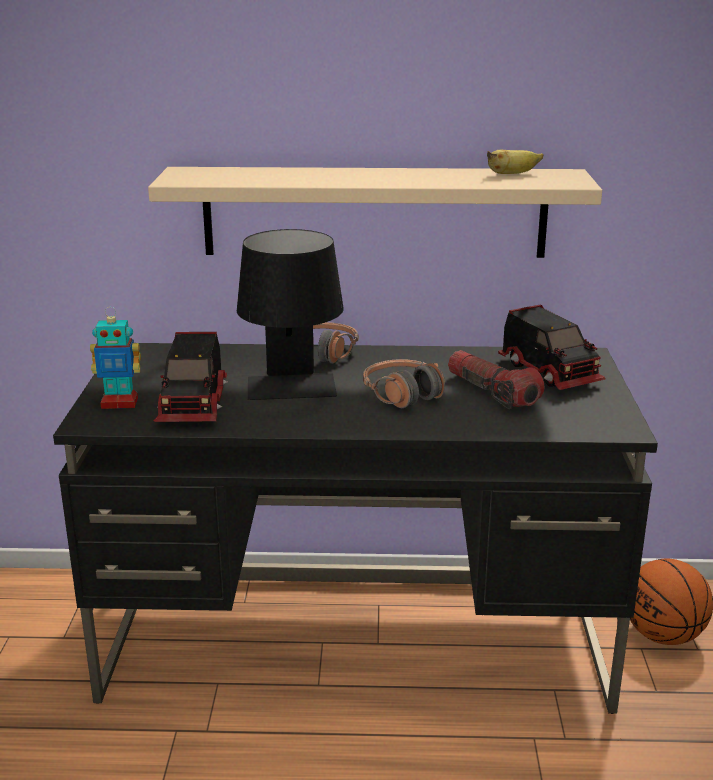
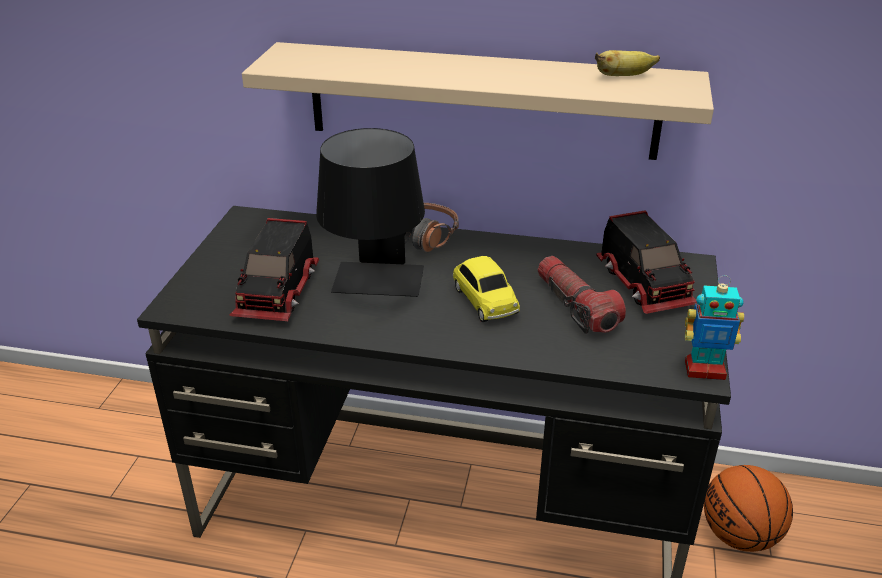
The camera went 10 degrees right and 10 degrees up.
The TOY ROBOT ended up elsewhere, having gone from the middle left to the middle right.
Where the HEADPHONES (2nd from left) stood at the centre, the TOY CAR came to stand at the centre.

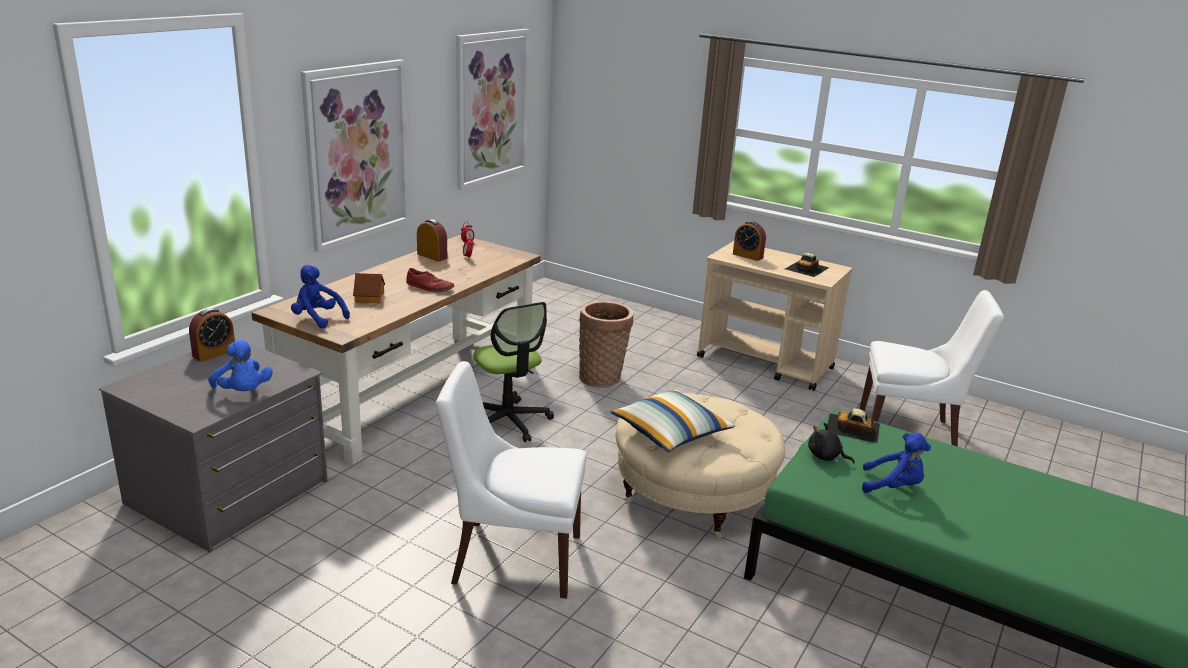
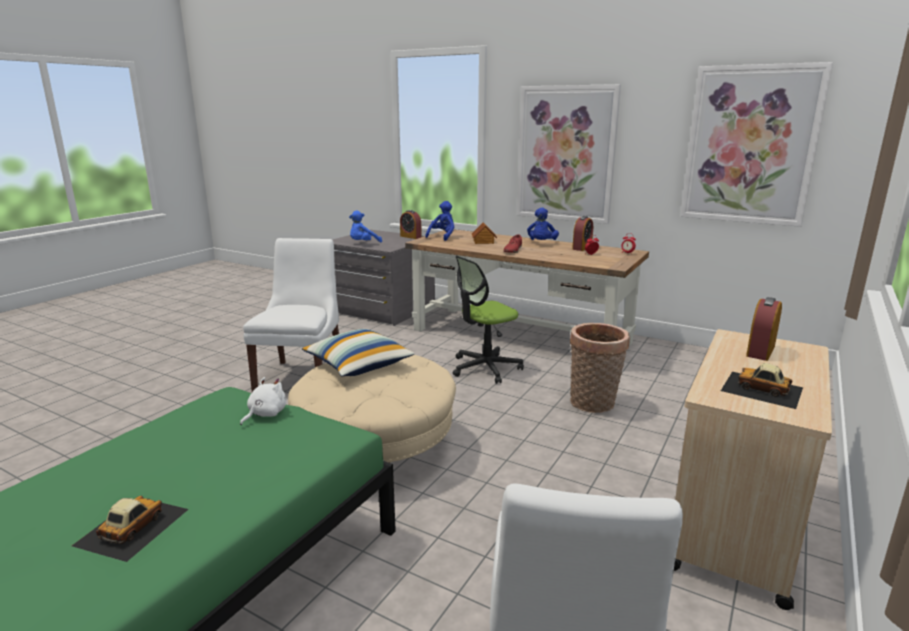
The camera went 90 degrees right and 5 degrees down.
The TOY CAR (2nd from left in the first image) ended up elsewhere, having gone from the middle right to the bottom left.
The BLUE PLUSH TOY (3rd from left) ended up elsewhere, having gone from the bottom right to the centre.
What was the BLACK PLUSH TOY at the middle right turned into the WHITE PLUSH TOY at the middle left.

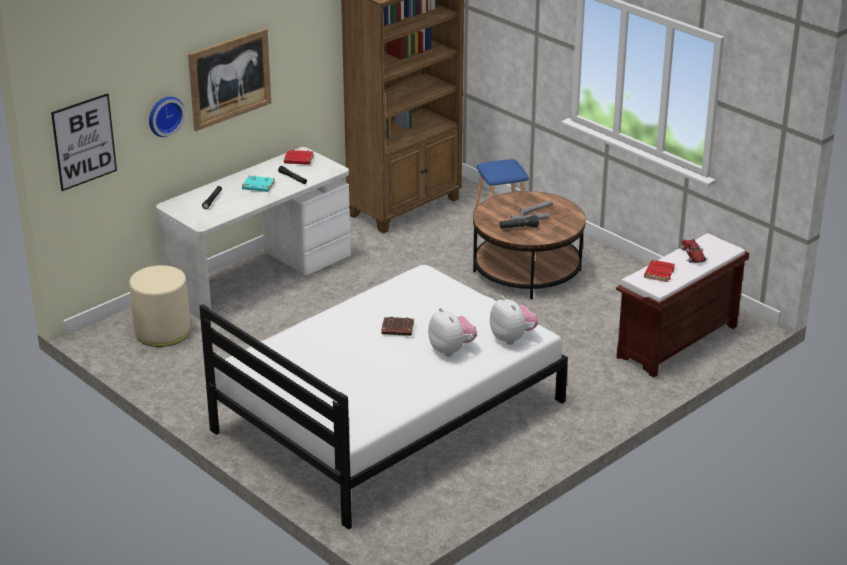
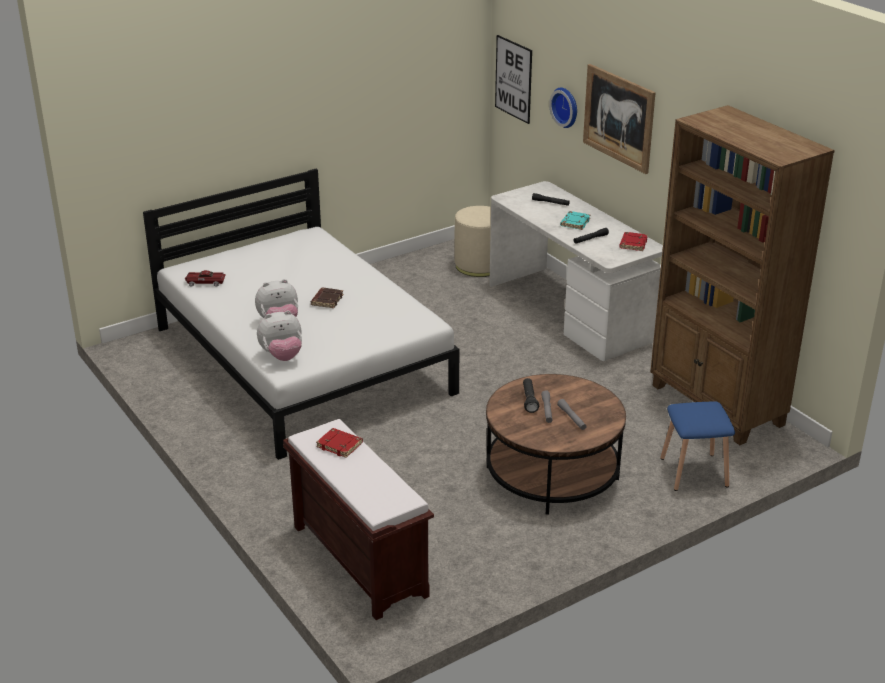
The camera went 100 degrees right and 0 degrees up.
The TOY CAR ended up elsewhere, having gone from the middle right to the middle left.

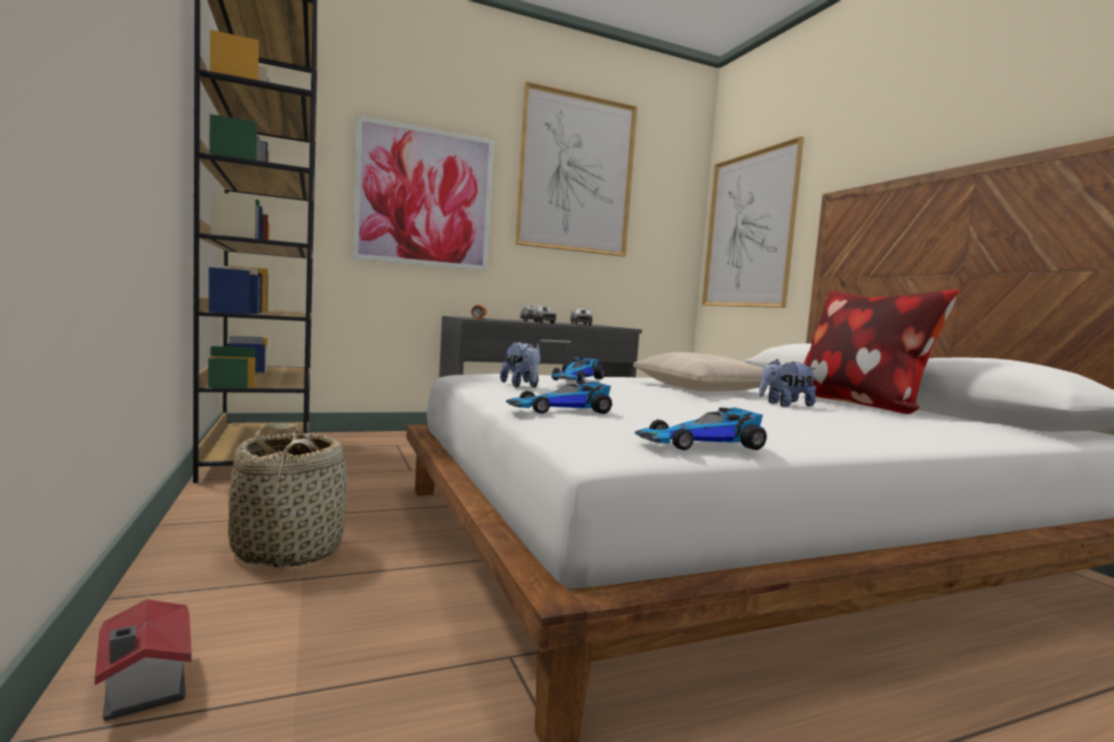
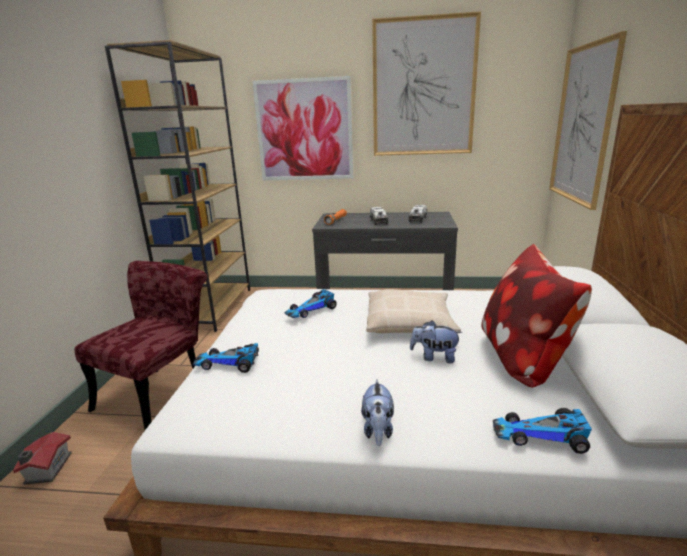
The camera went 30 degrees right and 15 degrees up.
The PLUSH TOY (1st from left) ended up elsewhere, having gone from the centre to the bottom centre.
The TOY CAR (3rd from left) ended up elsewhere, having gone from the centre to the bottom right.
Where the BASKET stood at the bottom left, the RED CHAIR came to stand at the middle left.

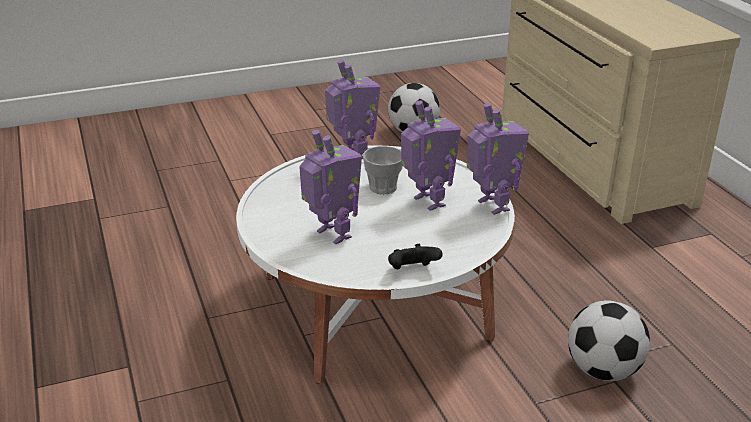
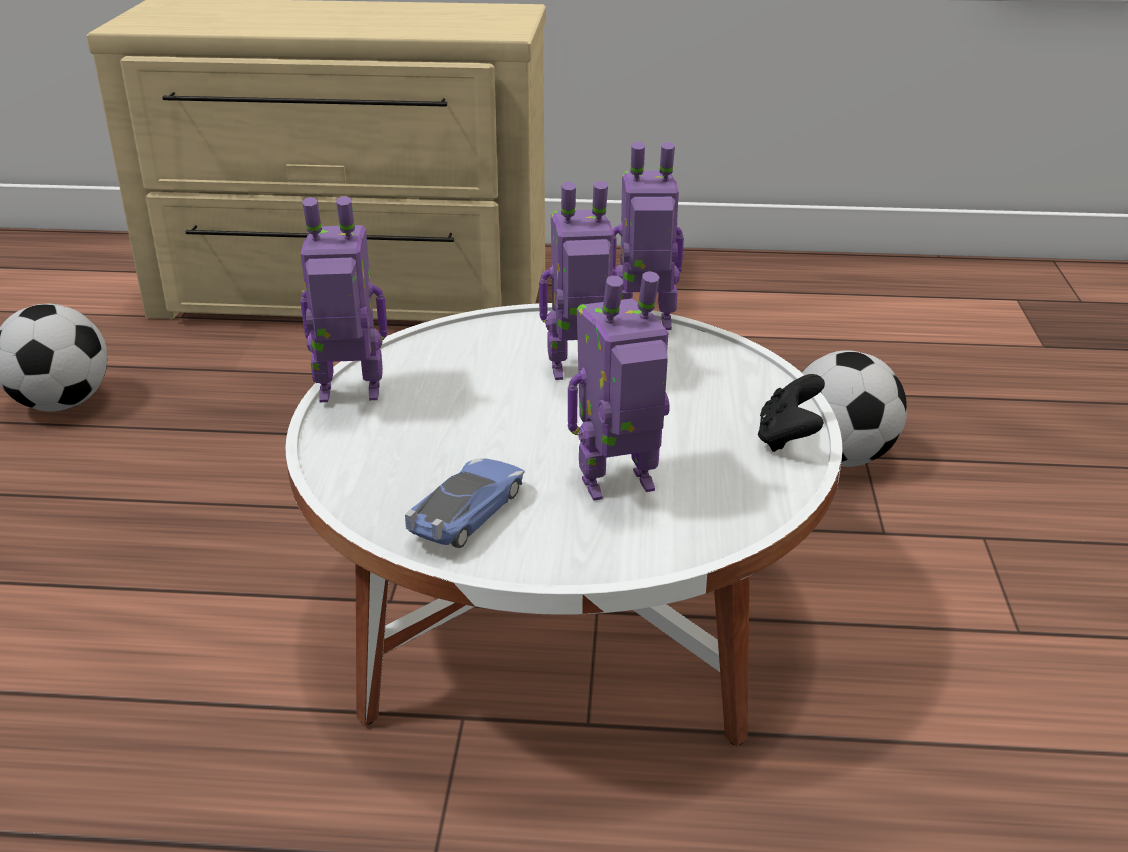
The camera went 65 degrees left and 0 degrees up.
The second view lost the CUP at the centre.
The second view gained the TOY CAR at the centre.

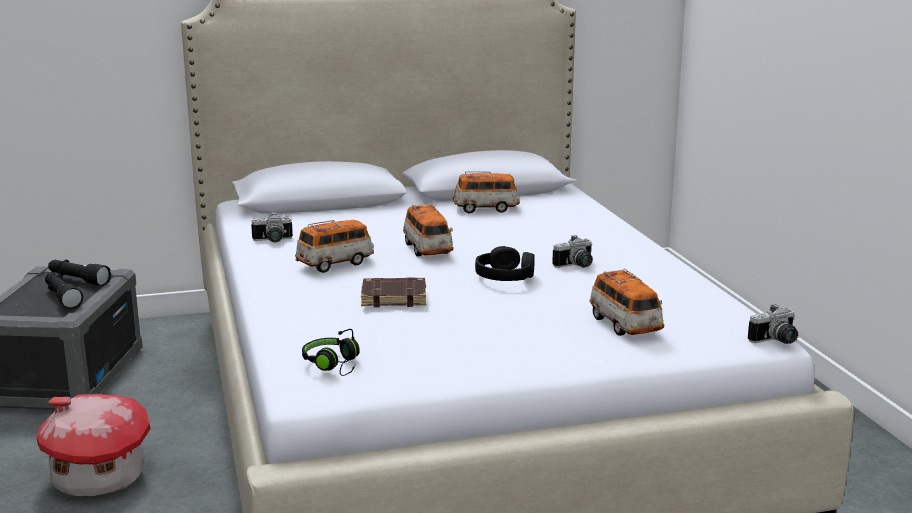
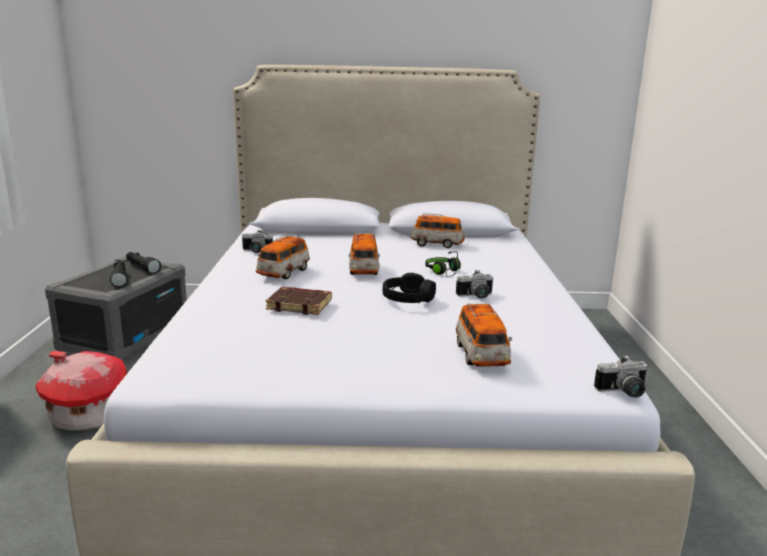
The camera went 15 degrees right and 0 degrees up.
The BLACK HEADPHONES (1st from left in the first image) ended up elsewhere, having gone from the bottom centre to the centre.
The TOY CAR (1st from left) at the centre ended up facing another way, 135 degrees clockwise from before.

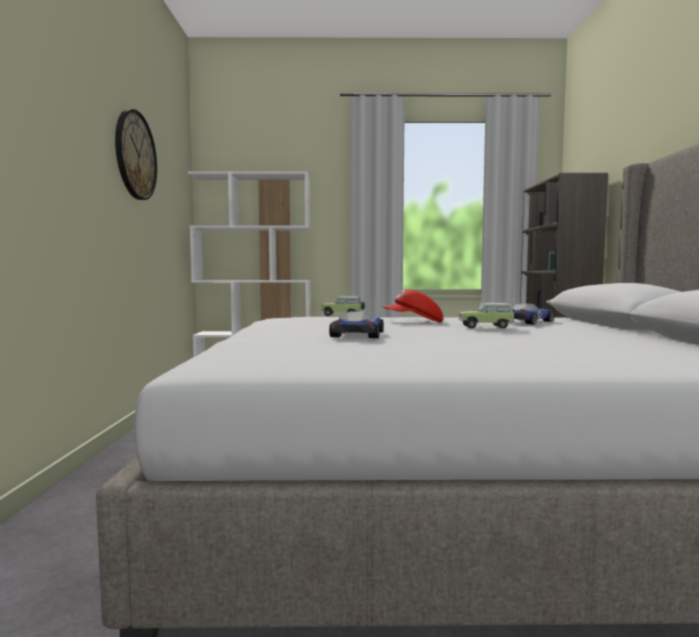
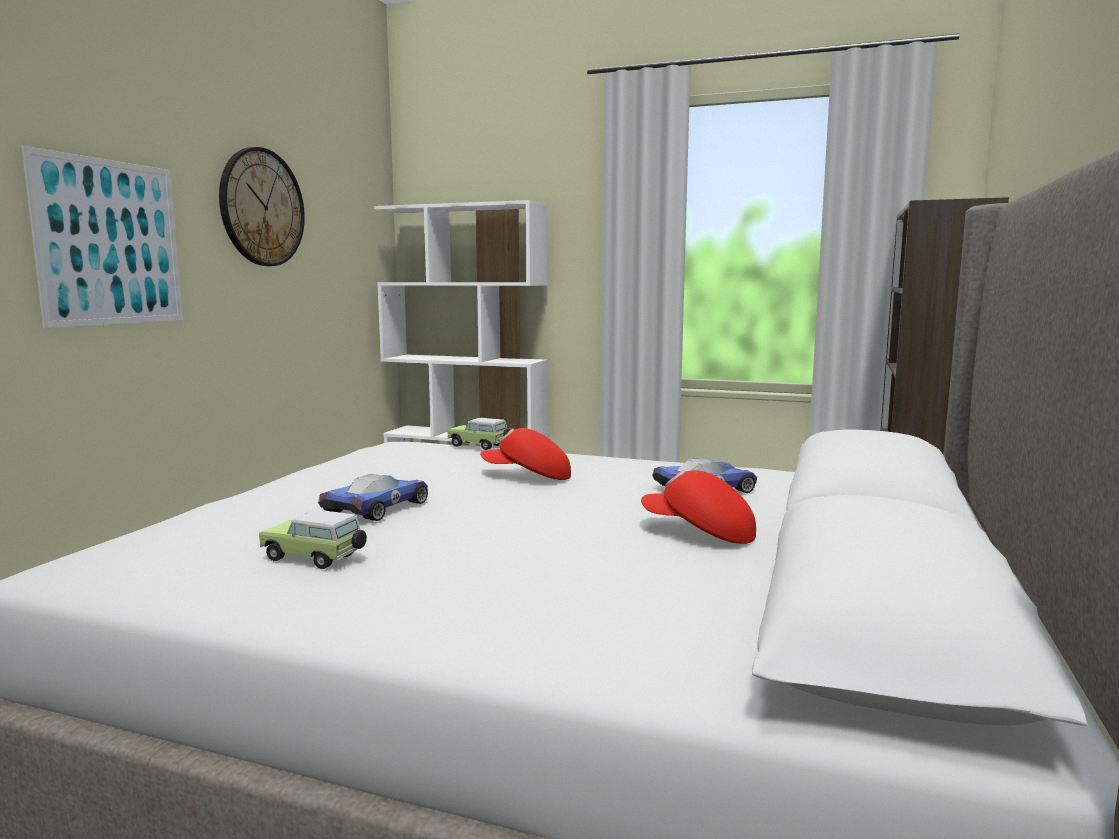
The camera went 20 degrees right and 5 degrees up.
The second view gained the PICTURE at the top left.
The second view gained the RED CAP (2nd from left) at the centre.
The TOY CAR (3rd from left in the first image) ended up elsewhere, having gone from the middle right to the middle left.

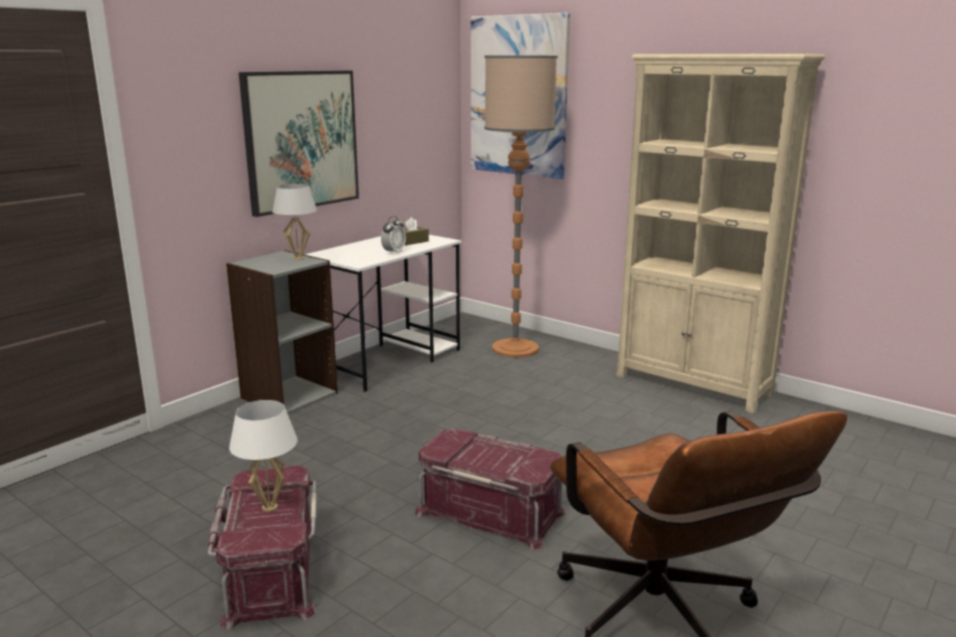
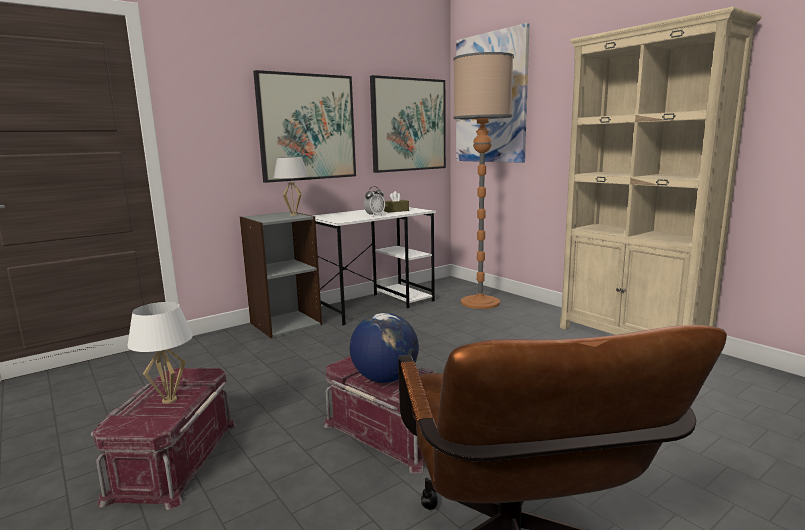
The camera went 15 degrees right and 5 degrees down.
The second view gained the GLOBE at the centre.
The second view gained the PICTURE (2nd from left) at the top centre.

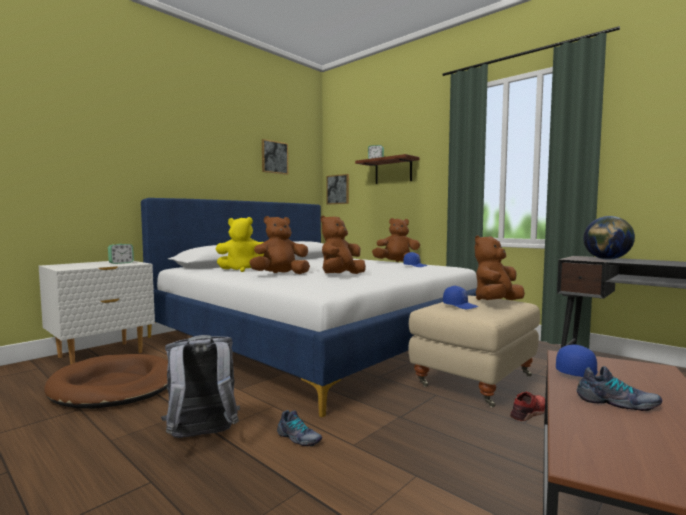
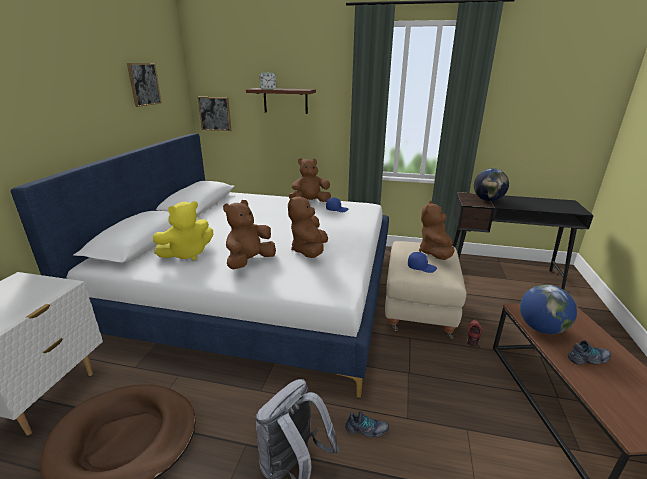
The camera went 30 degrees left and 20 degrees up.
The second view lost the ALARM CLOCK (1st from left) at the middle left.
Where the BLUE CAP (3rd from left) stood at the bottom right, the GLOBE (2nd from left) came to stand at the middle right.

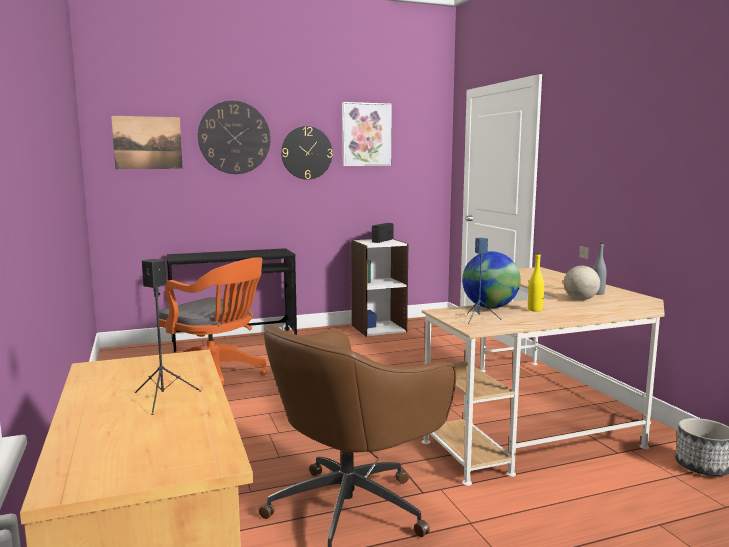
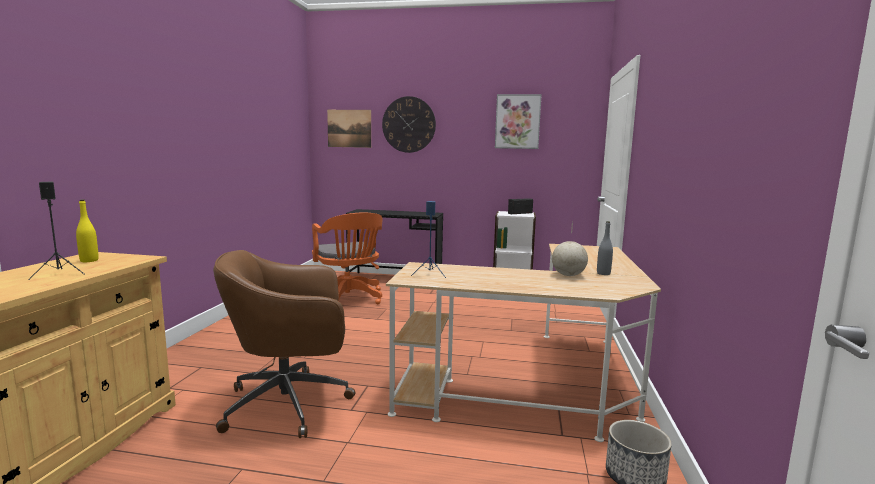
The camera went 30 degrees right and 0 degrees up.
The second view lost the WALL CLOCK (2nd from left) at the top centre.
The second view lost the GLOBE (1st from left) at the middle right.
The YELLOW BOTTLE ended up elsewhere, having gone from the middle right to the middle left.

